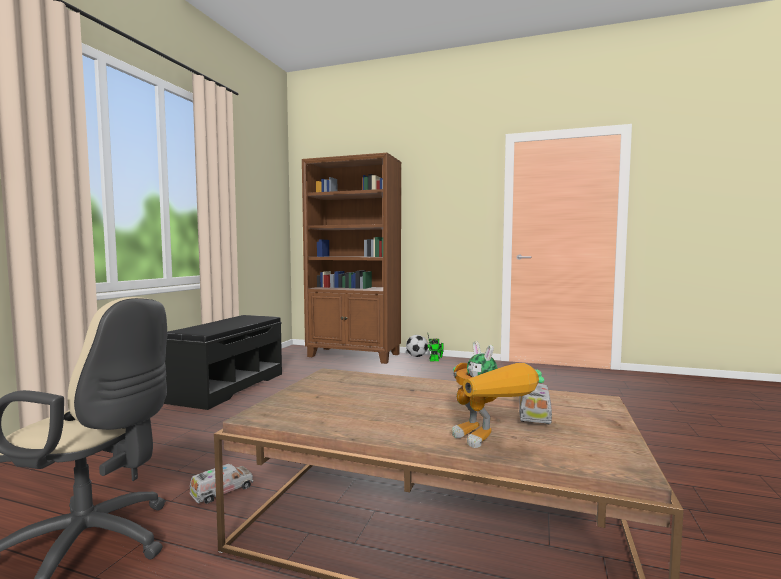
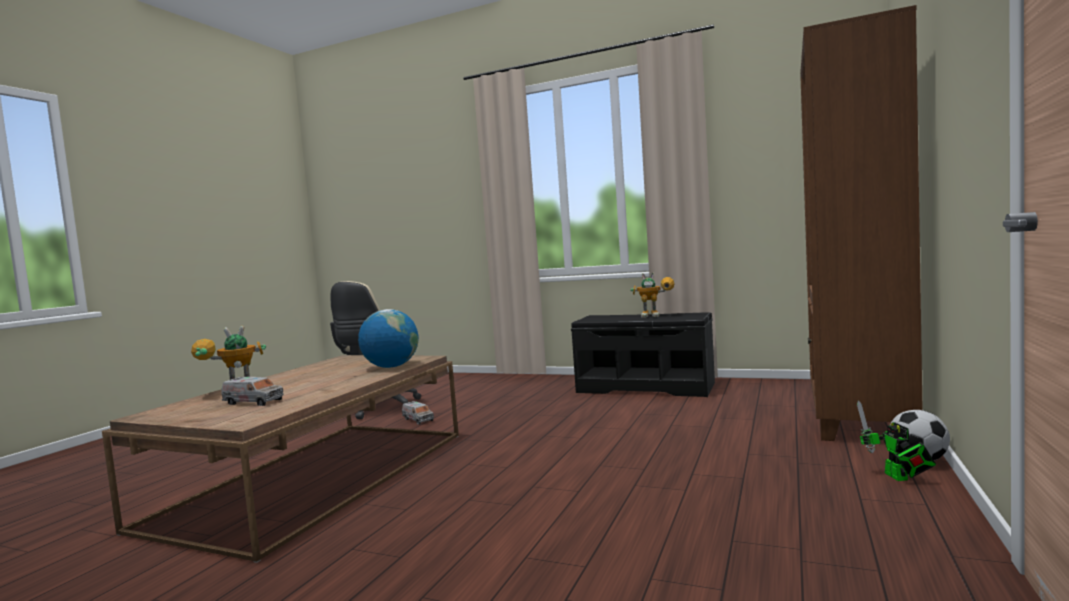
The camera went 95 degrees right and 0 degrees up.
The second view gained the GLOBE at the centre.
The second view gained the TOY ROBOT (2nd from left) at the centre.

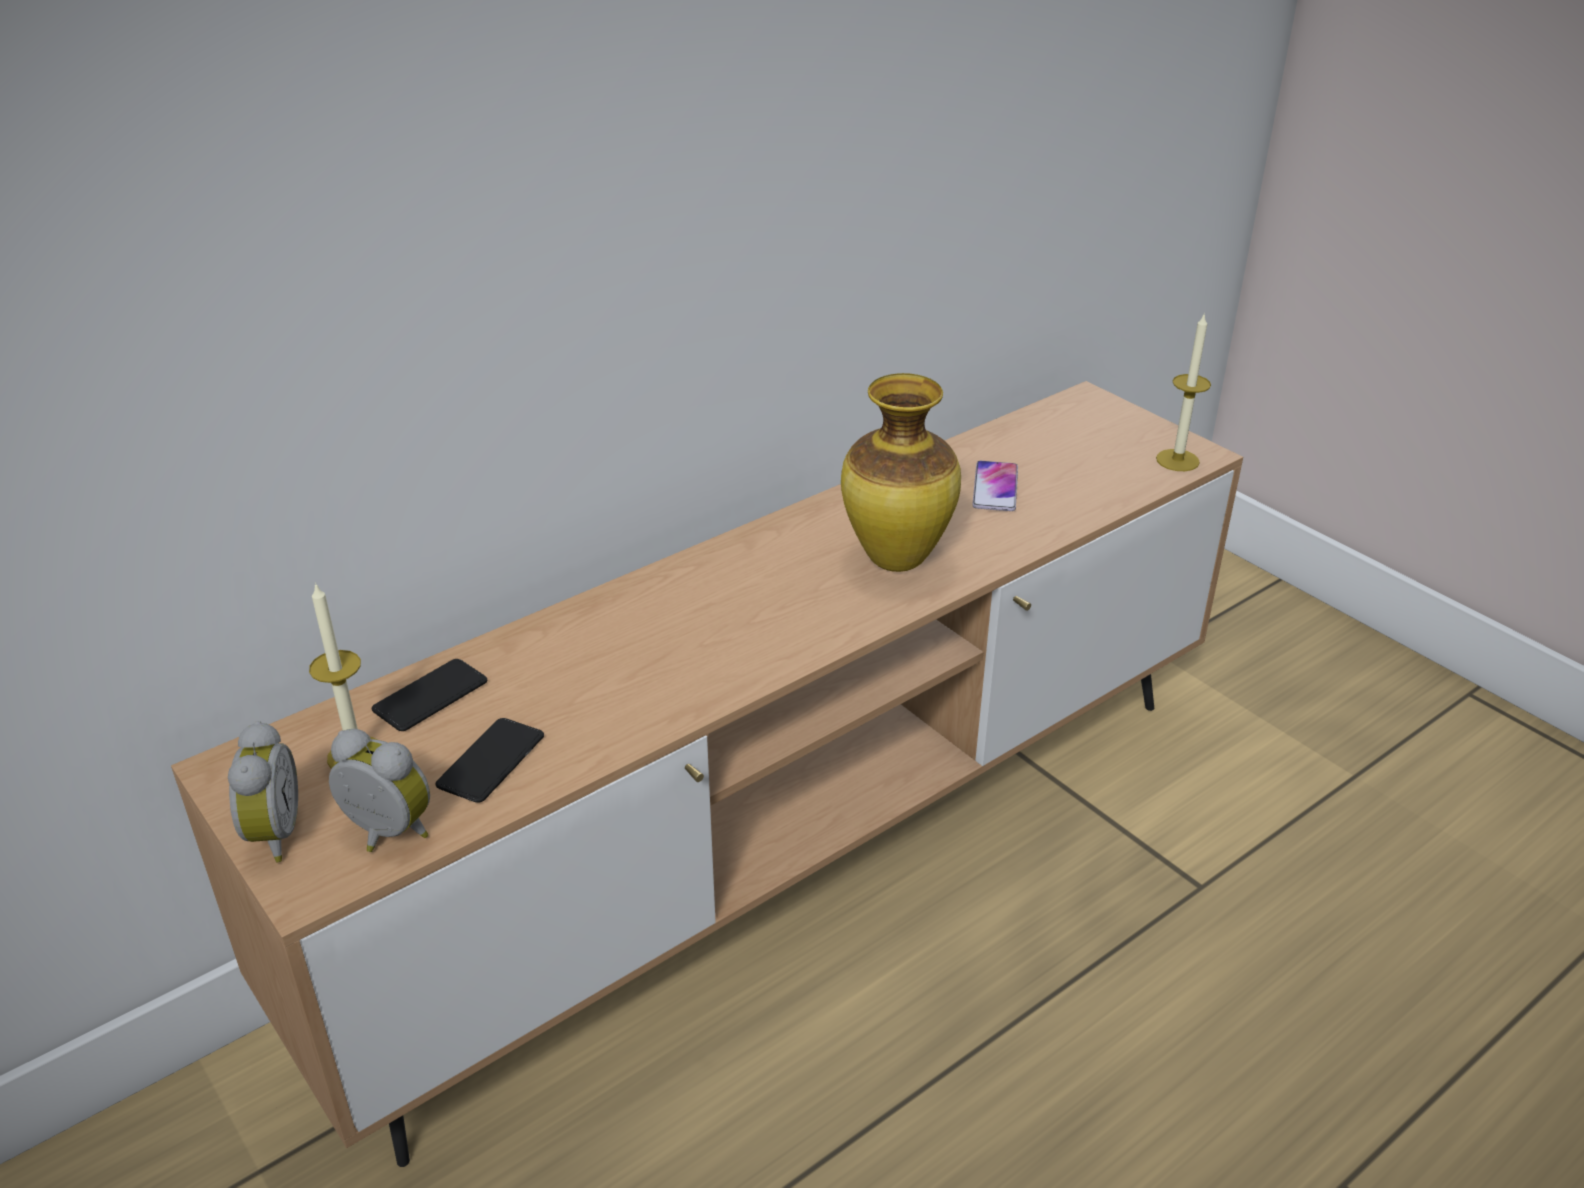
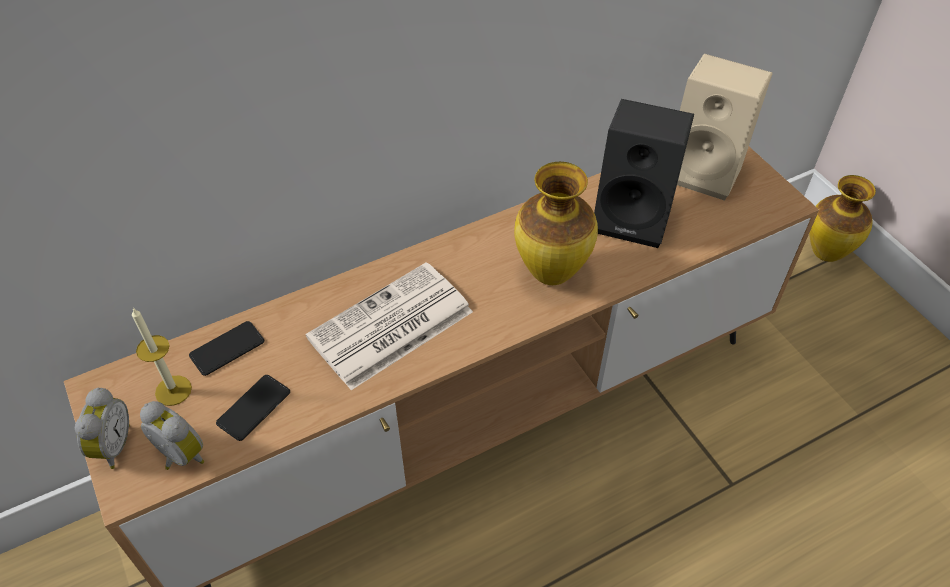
The camera went 10 degrees right and 15 degrees up.
The second view lost the CANDLE (2nd from left) at the top right.
The second view gained the NEWSPAPER at the centre.
The second view gained the BEIGE SPEAKER at the top right.
The second view gained the VASE (2nd from left) at the middle right.
Where the PHONE (3rd from left) stood at the centre, the BLACK SPEAKER came to stand at the top right.

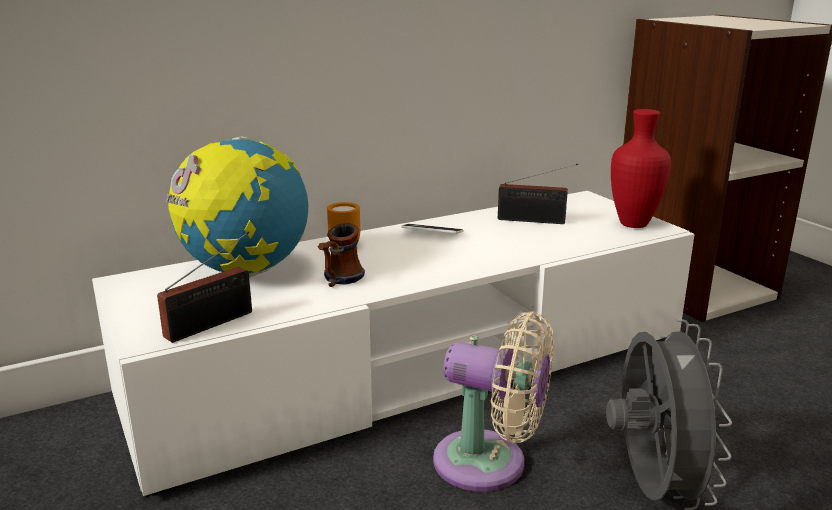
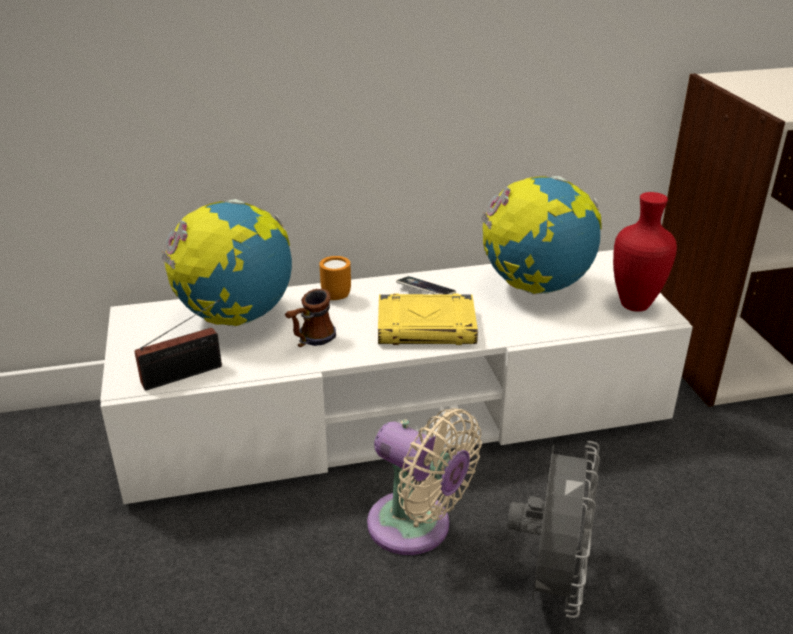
The camera went 15 degrees right and 10 degrees up.
The second view gained the YELLOW BOOK at the centre.
Where the RADIO (2nd from left) stood at the centre, the GLOBE (2nd from left) came to stand at the middle right.

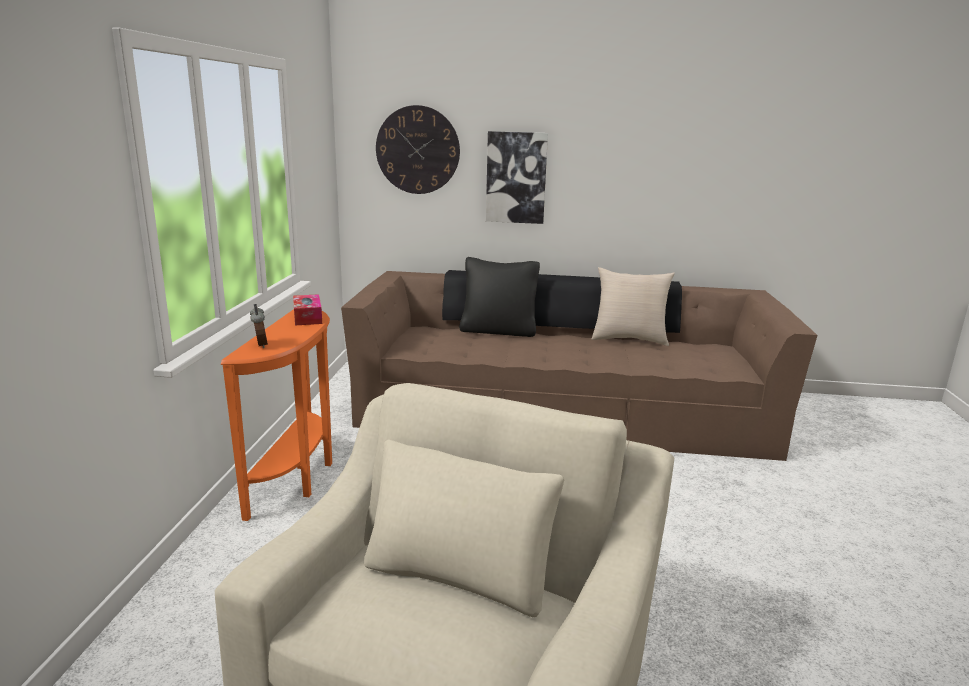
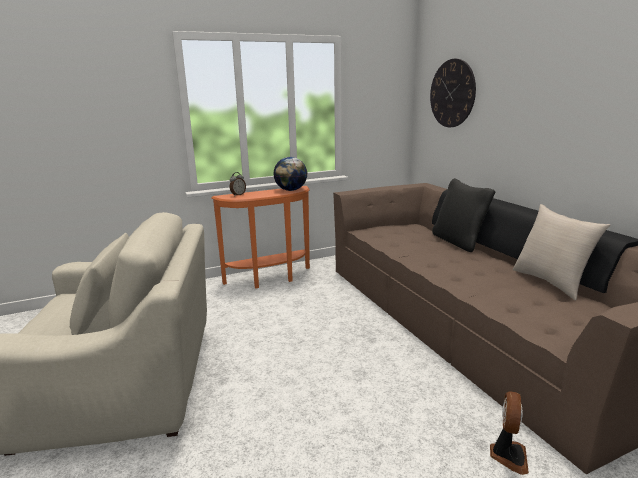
The camera went 60 degrees right and 0 degrees up.
The second view lost the PICTURE at the top centre.
The second view gained the FAN at the bottom right.
Where the TISSUE BOX stood at the middle left, the GLOBE came to stand at the centre.

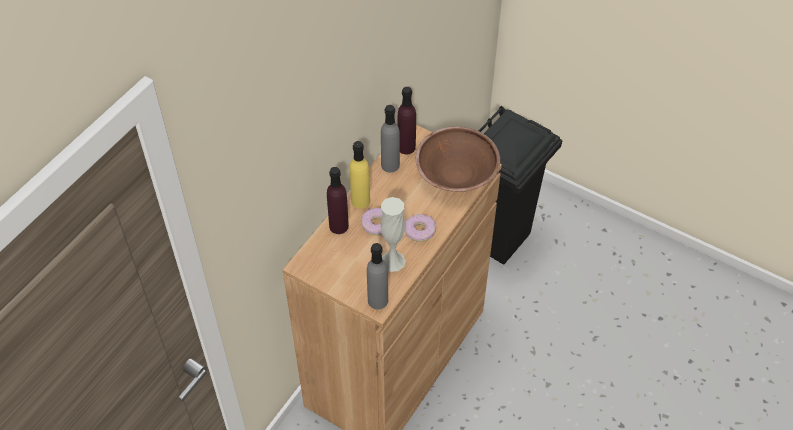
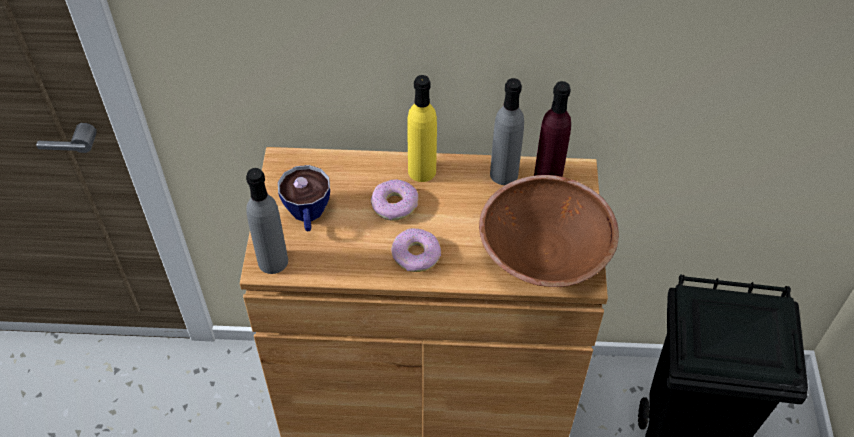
The camera went 60 degrees right and 0 degrees up.
The second view lost the PURPLE BOTTLE (1st from left) at the centre.
The second view lost the WHITE VASE at the centre.
The second view gained the CUP at the centre.

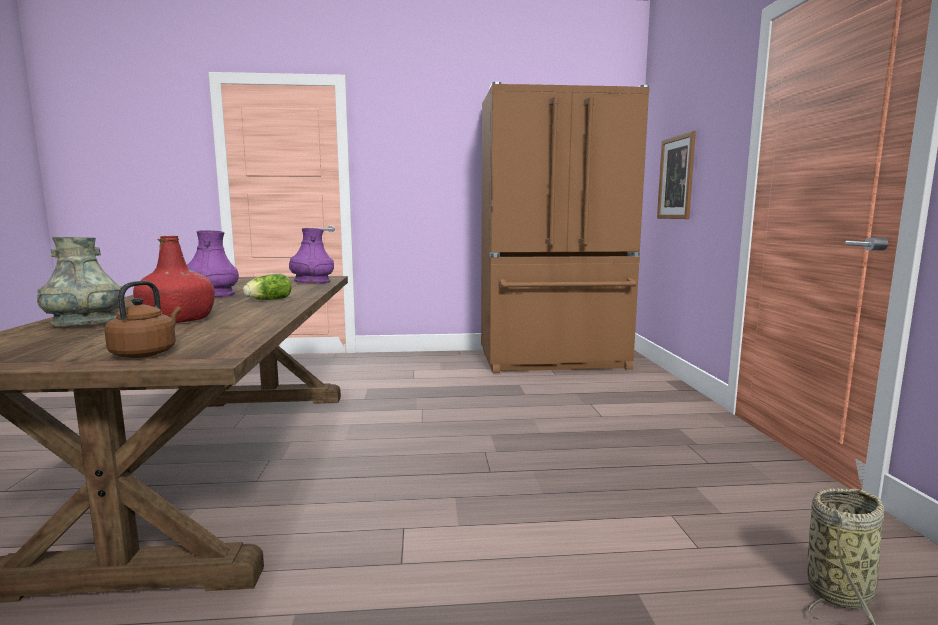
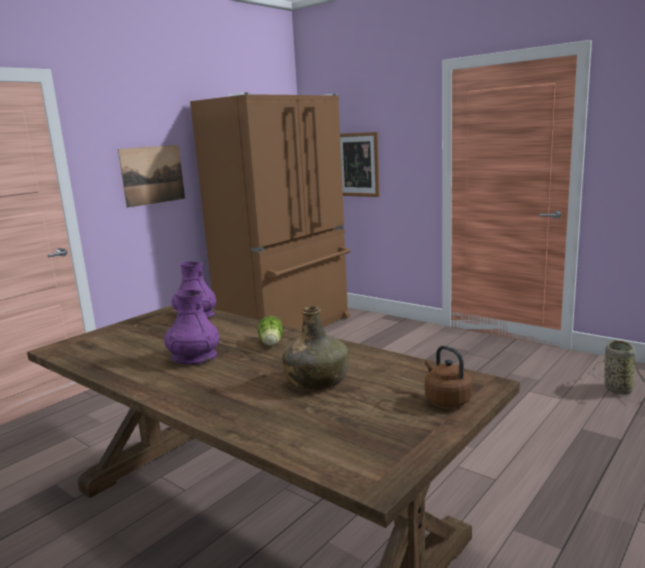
The camera went 45 degrees left and 5 degrees up.
The second view lost the GREY VASE at the middle left.
The second view gained the PICTURE (1st from left) at the top left.
What was the RED BOTTLE at the middle left turned into the GREEN BOTTLE at the centre.

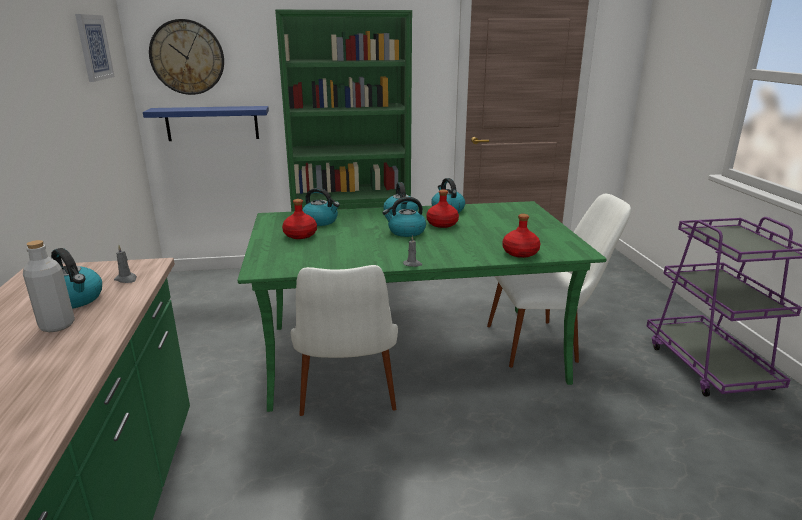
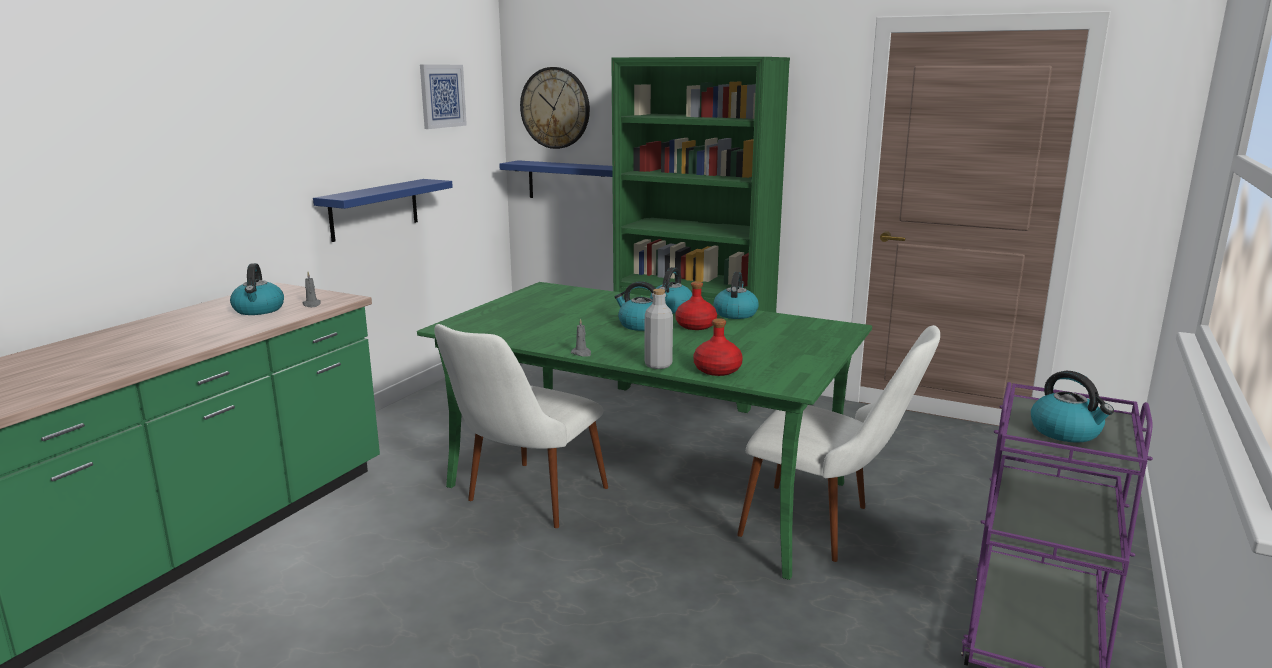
The camera went 35 degrees right and 5 degrees down.
The second view lost the RED BOTTLE (1st from left) at the centre.
The second view gained the BLUE SHELF (1st from left) at the top left.
The GREY BOTTLE ended up elsewhere, having gone from the middle left to the centre.
The KETTLE (2nd from left in the first image) ended up elsewhere, having gone from the centre to the middle right.

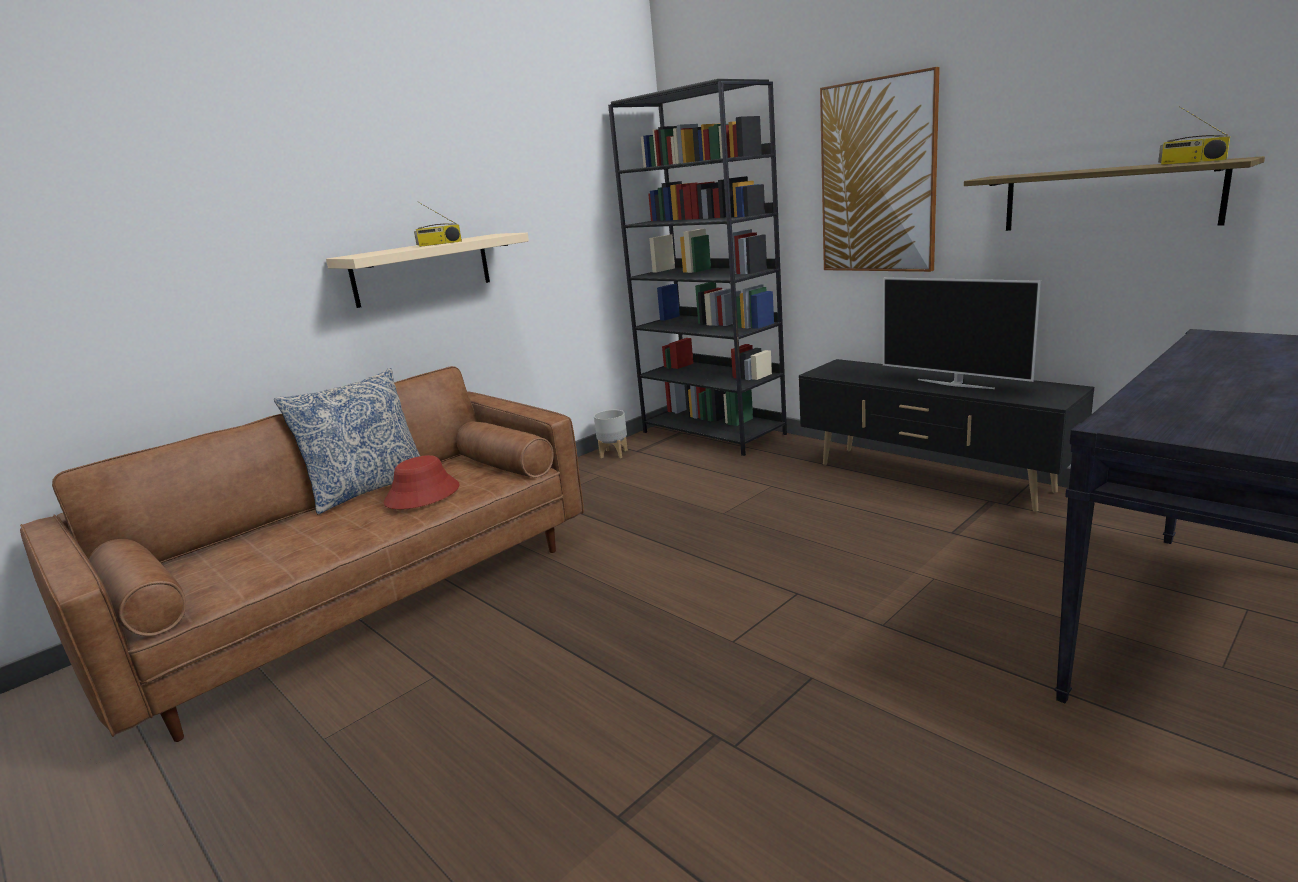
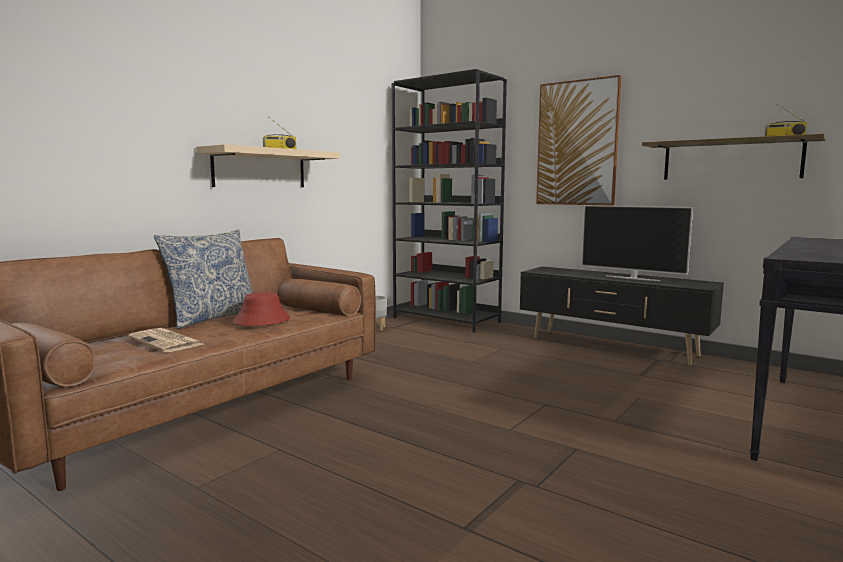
The camera went 10 degrees left and 10 degrees down.
The second view gained the NEWSPAPER at the middle left.

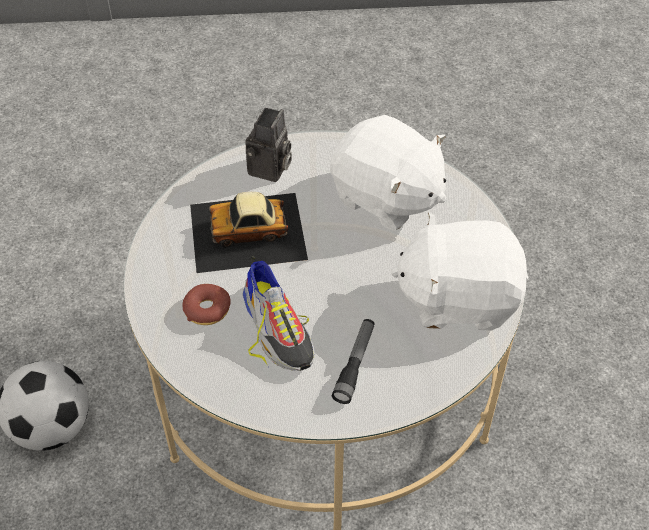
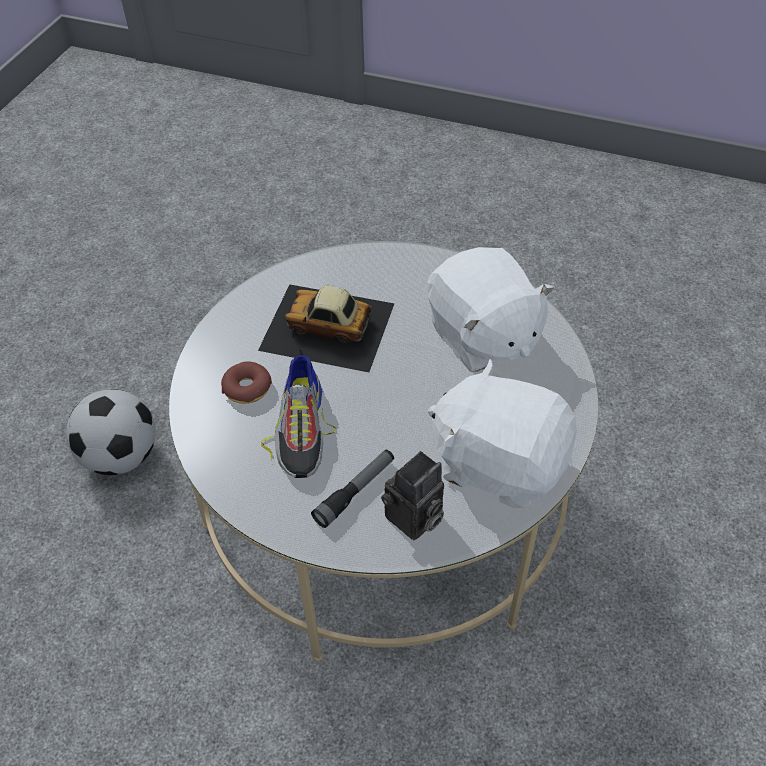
The camera went 25 degrees right and 0 degrees up.
The PHOTO CAMERA ended up elsewhere, having gone from the top centre to the centre.

